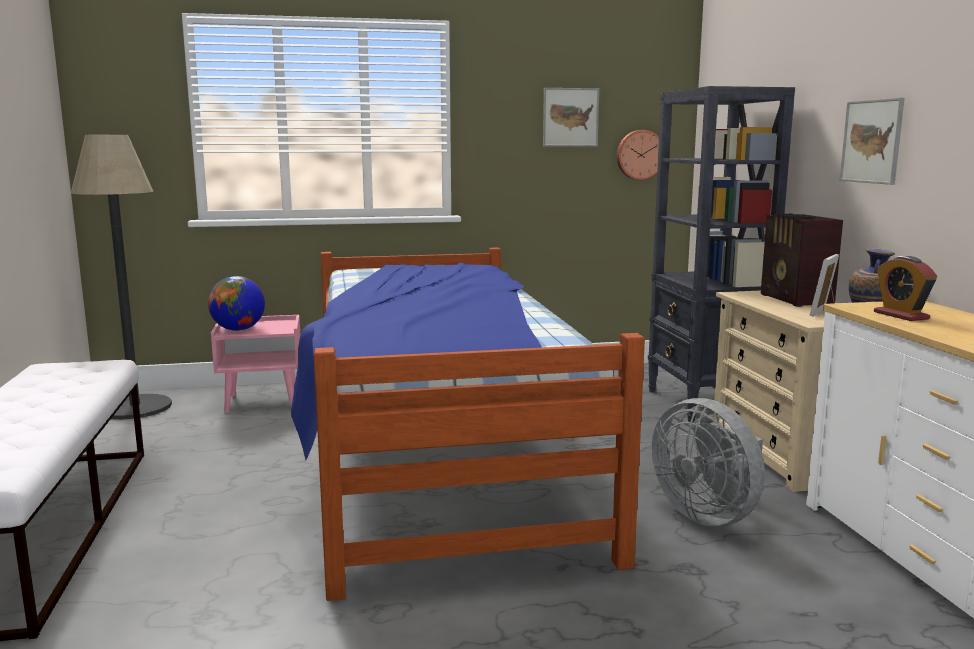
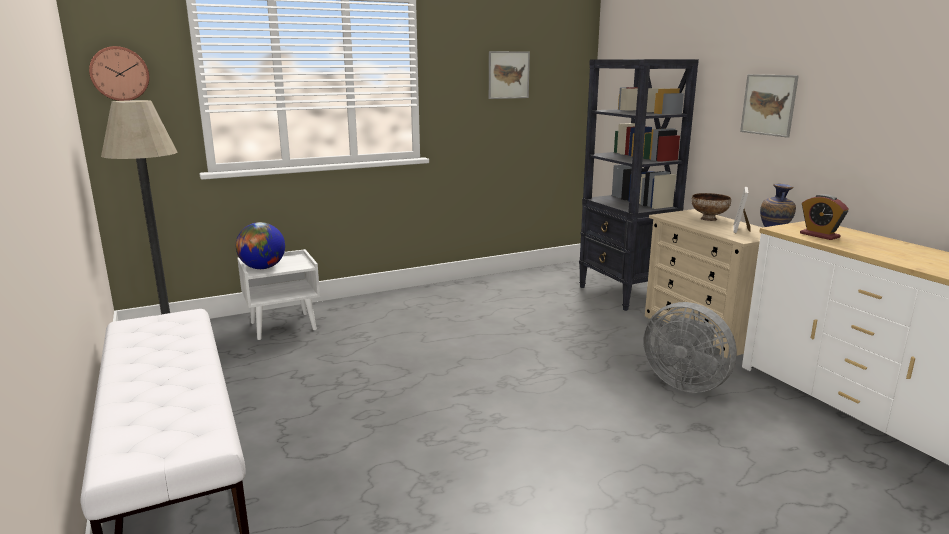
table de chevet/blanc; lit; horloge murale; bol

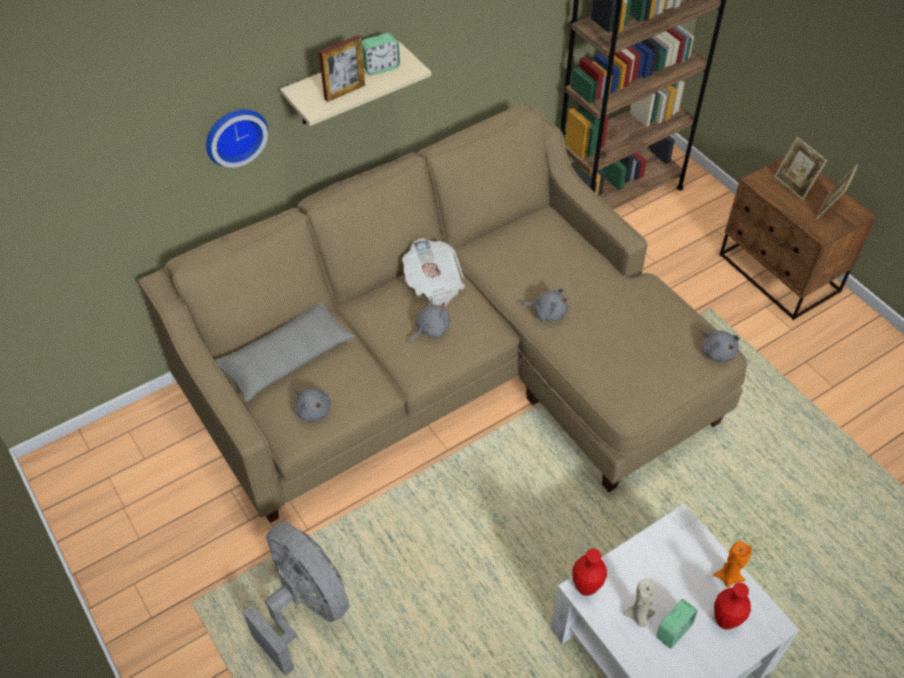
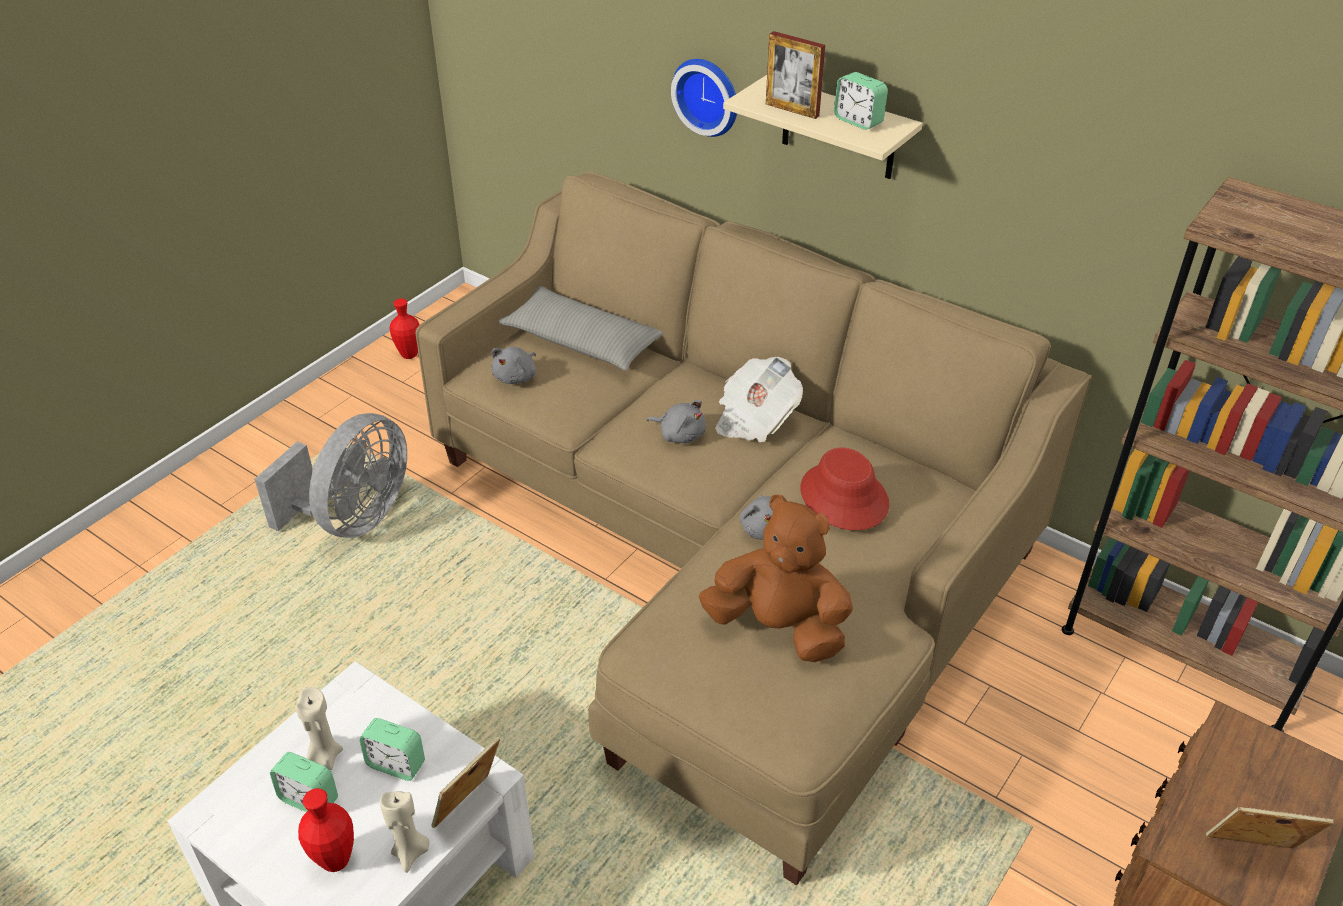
vase/rouge (no. 2 from left); peluche/gris (no. 4 from left in the first image); bougie/beige (no. 2 from left); cadre photo (no. 1 from left); réveil (no. 2 from left); peluche/marron; chapeau/rouge

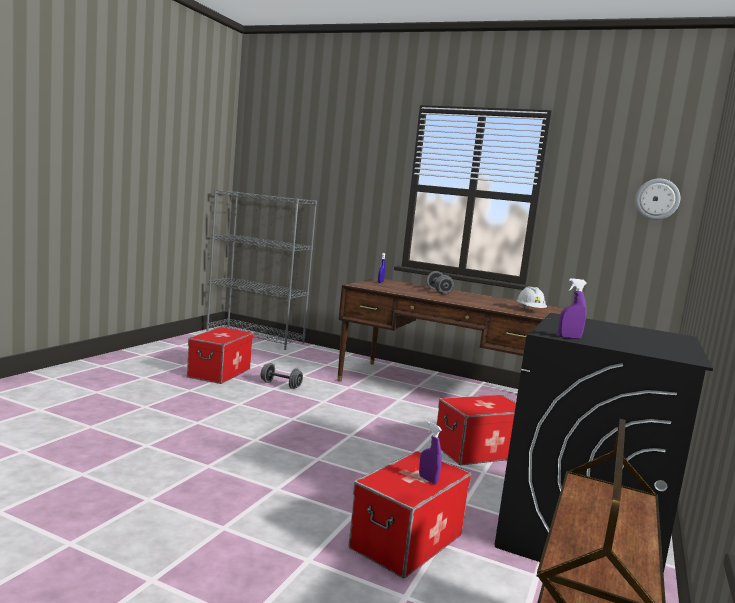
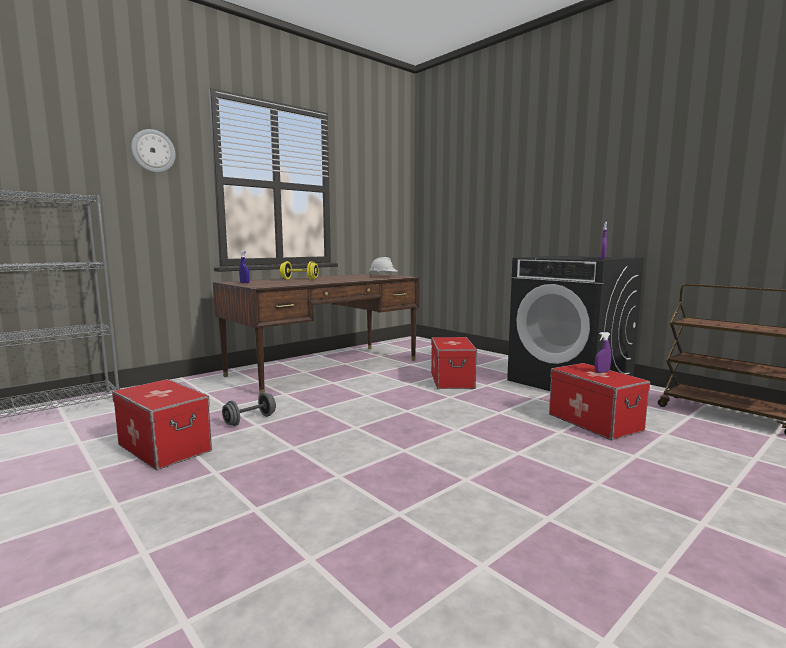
haltère/jaune; horloge murale

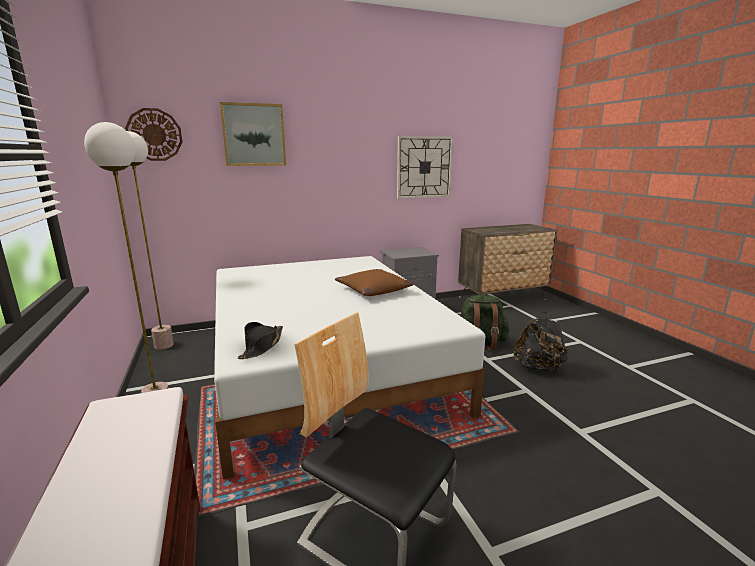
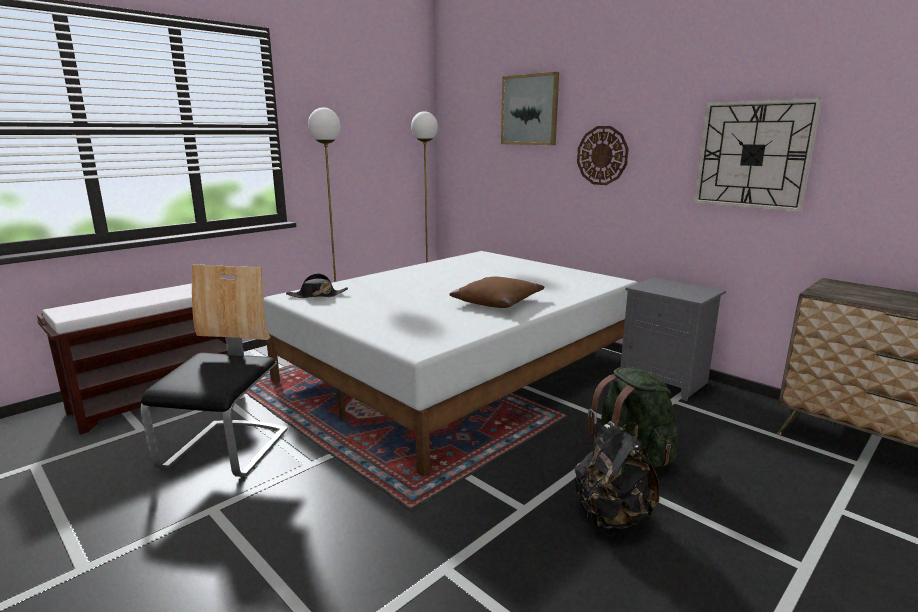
horloge murale (no. 1 from left)

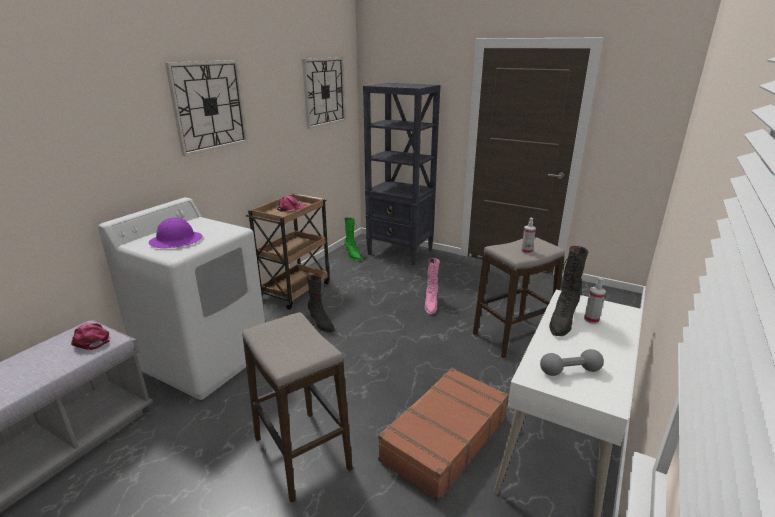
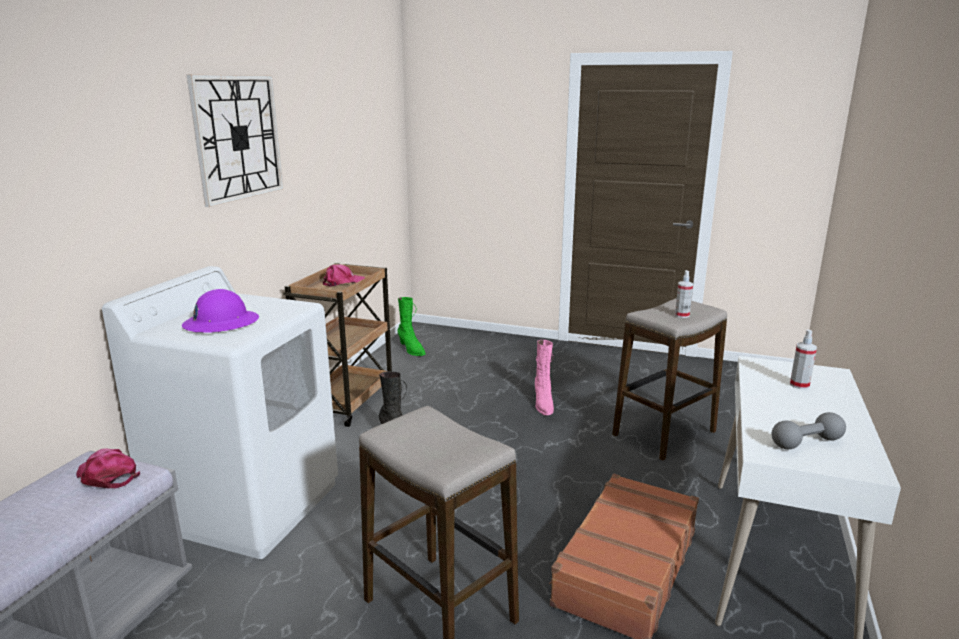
horloge murale (no. 2 from left in the first image); bibliothèque/noir; botte/noir (no. 2 from left in the first image)

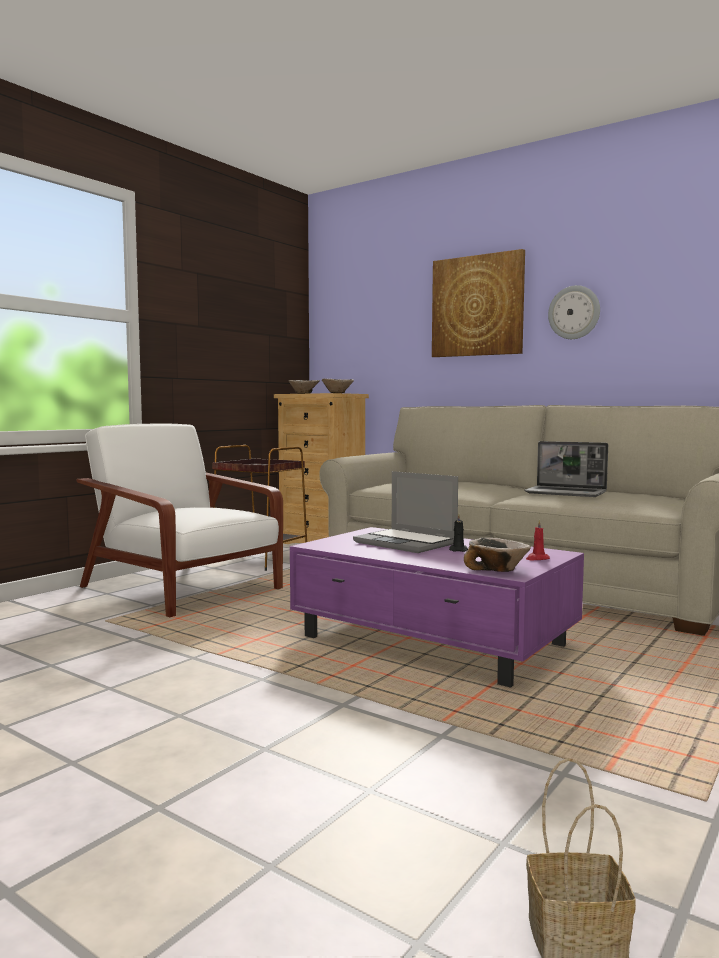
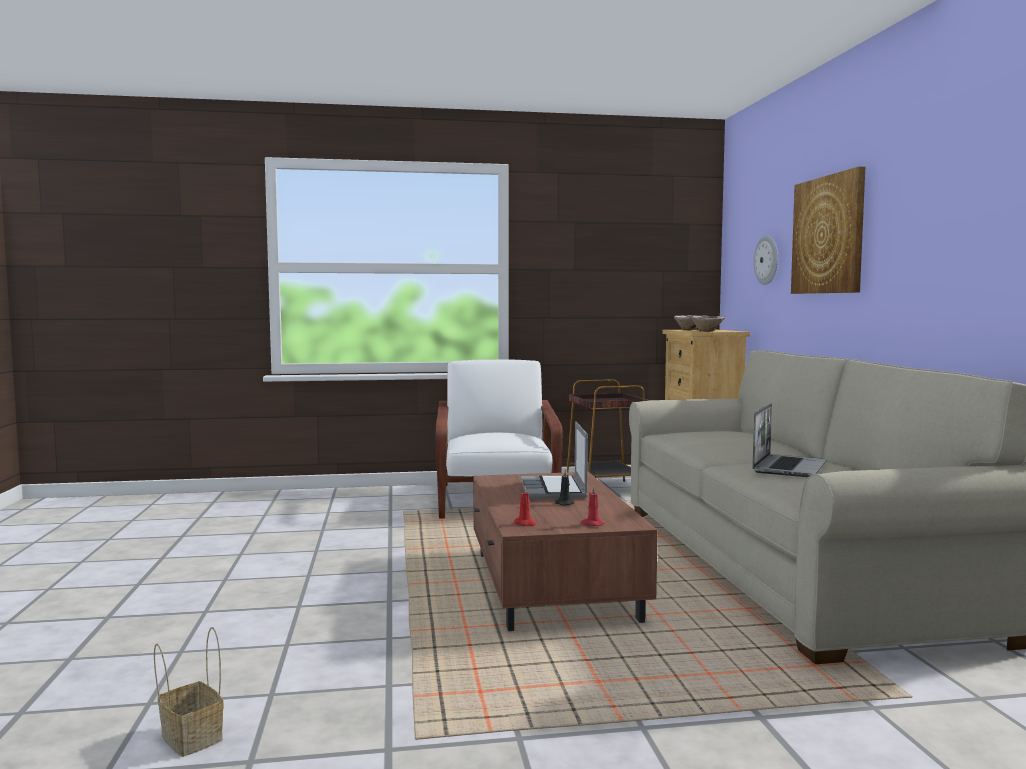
table basse/marron; bougie/rouge (no. 1 from left); ordinateur portable (no. 2 from left); horloge murale

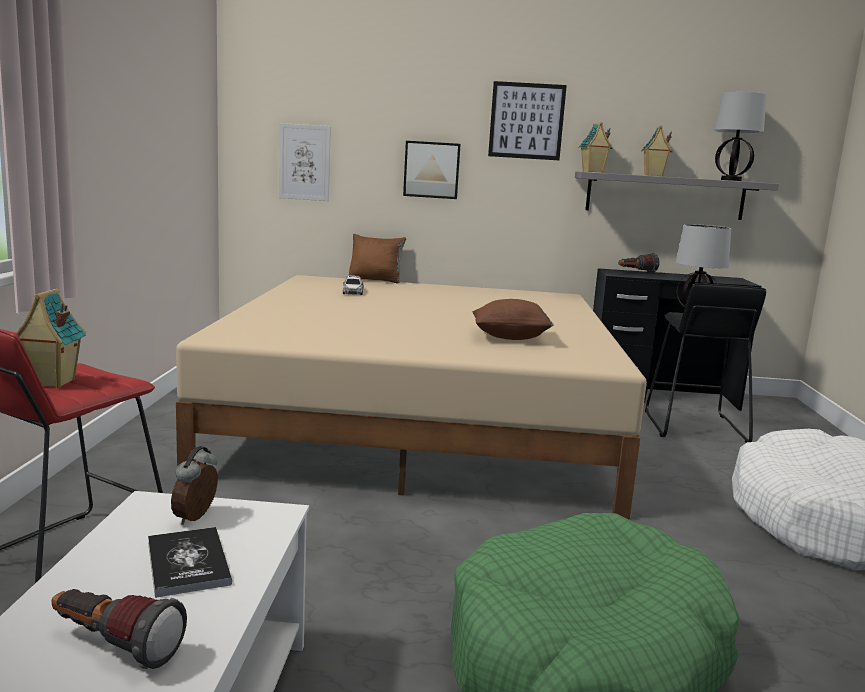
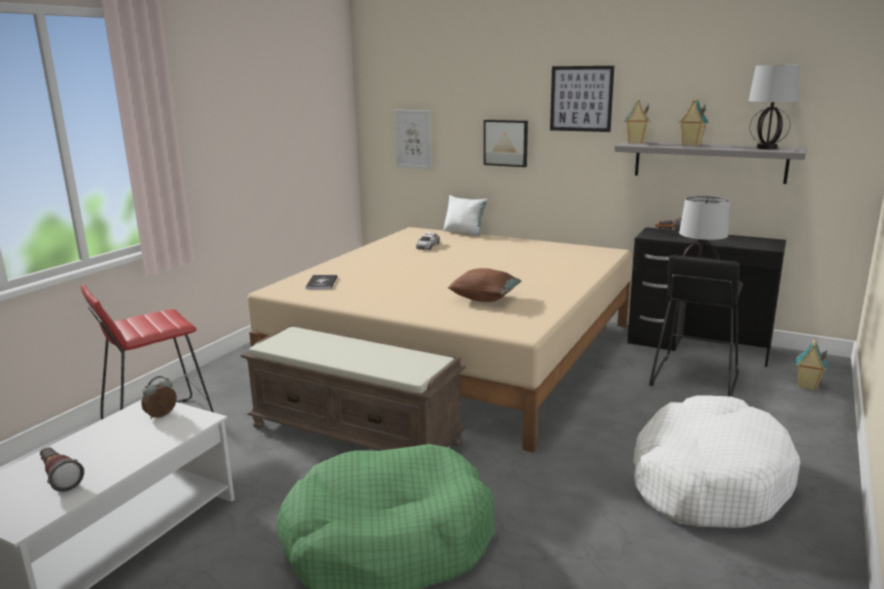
maison miniature (no. 3 from left); livre; coussin/blanc; banc/marron

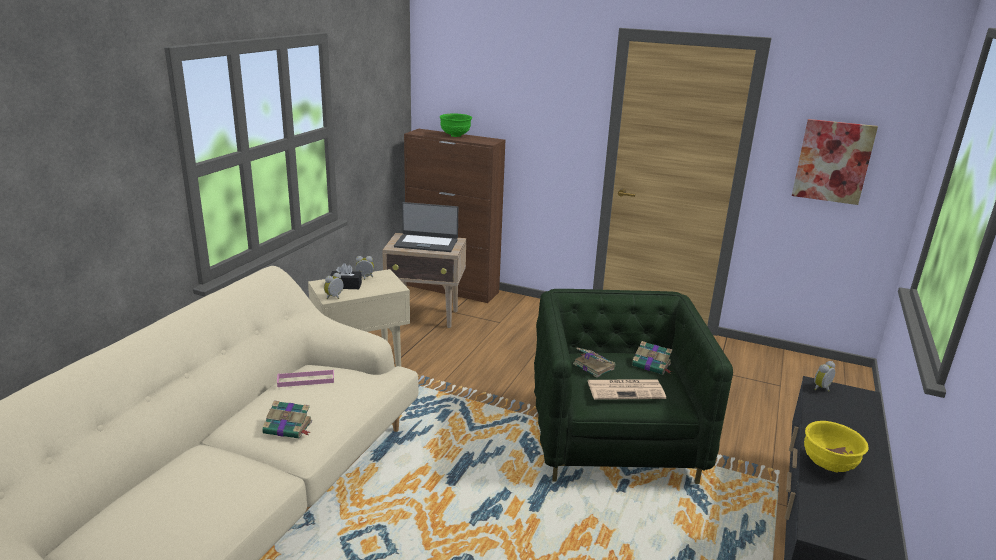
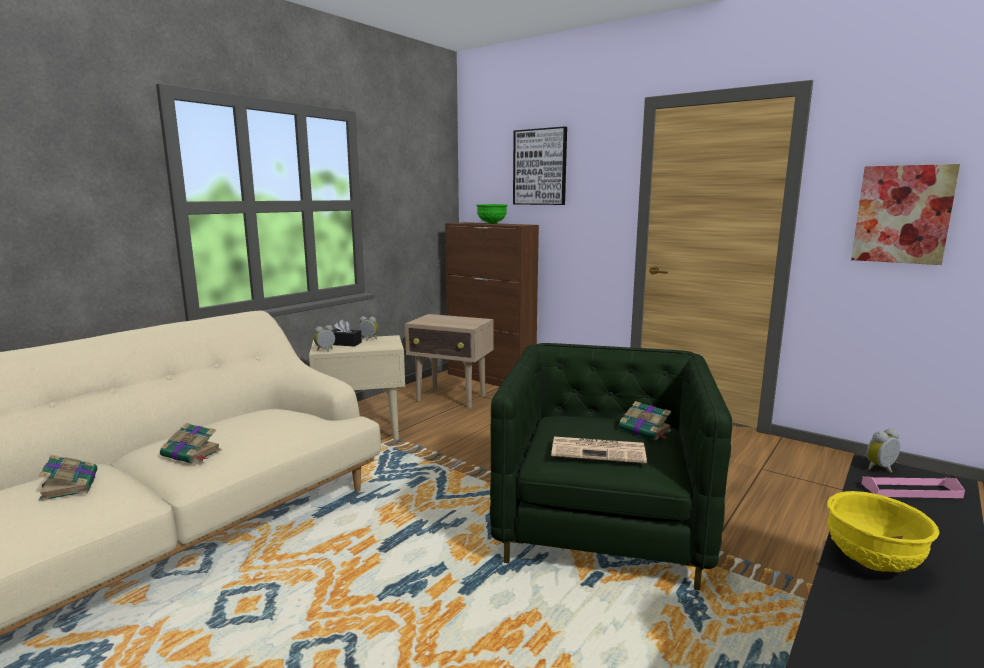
plateau/rose; ordinateur portable; livre (no. 1 from left); tableau (no. 1 from left)

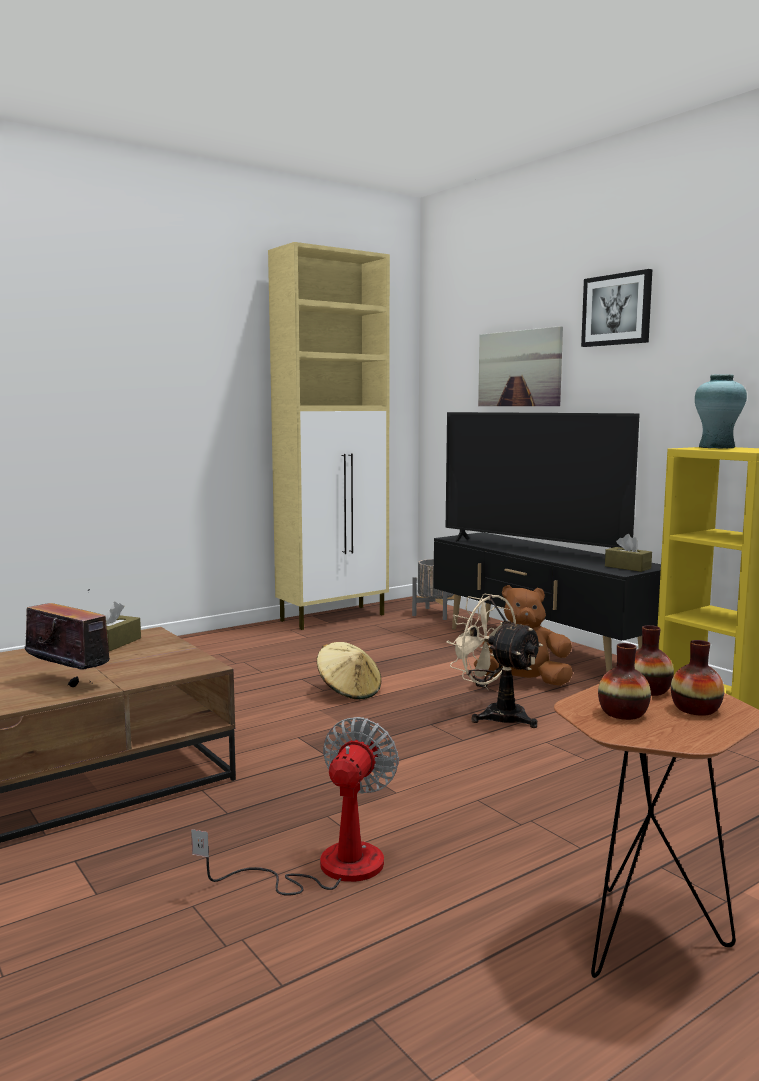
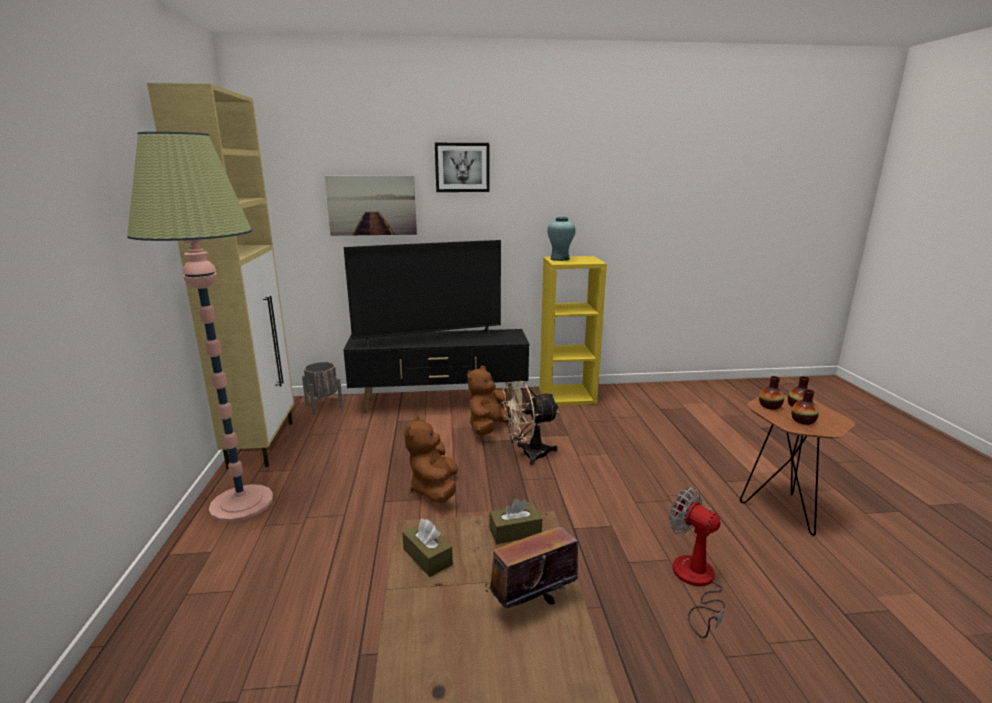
peluche/marron (no. 1 from left); boîte à mouchoirs/marron (no. 2 from left); lampadaire

